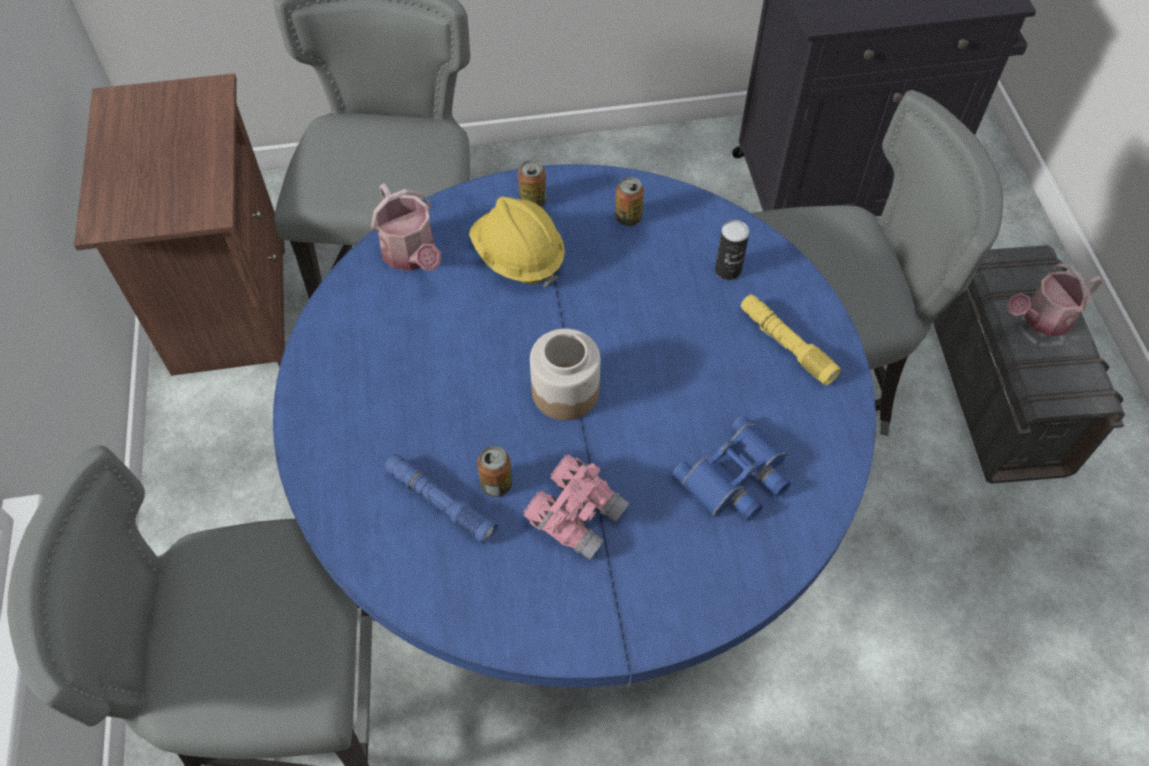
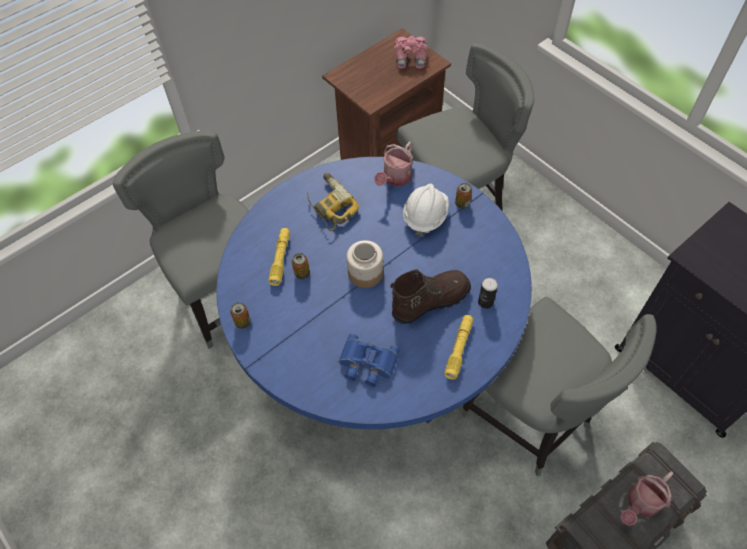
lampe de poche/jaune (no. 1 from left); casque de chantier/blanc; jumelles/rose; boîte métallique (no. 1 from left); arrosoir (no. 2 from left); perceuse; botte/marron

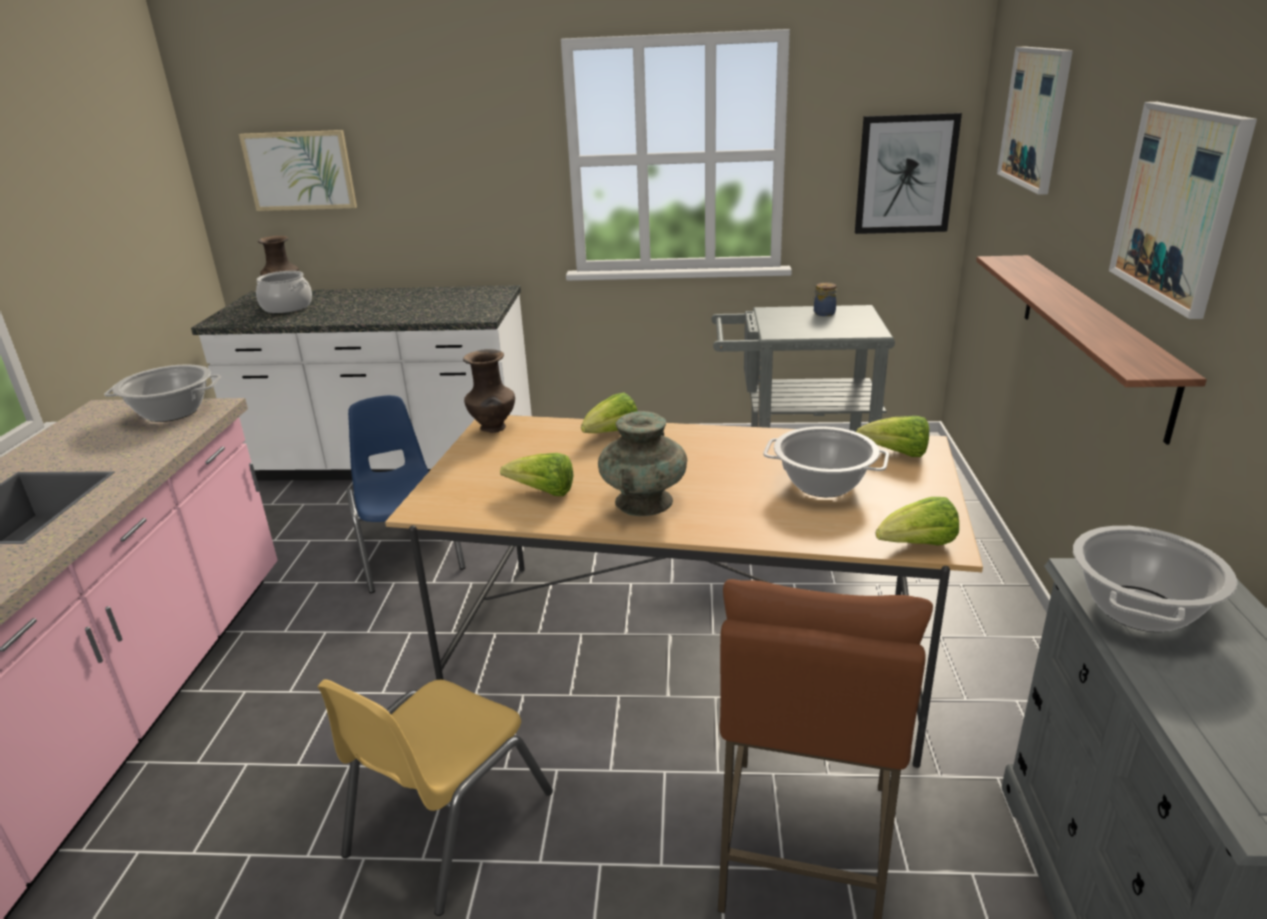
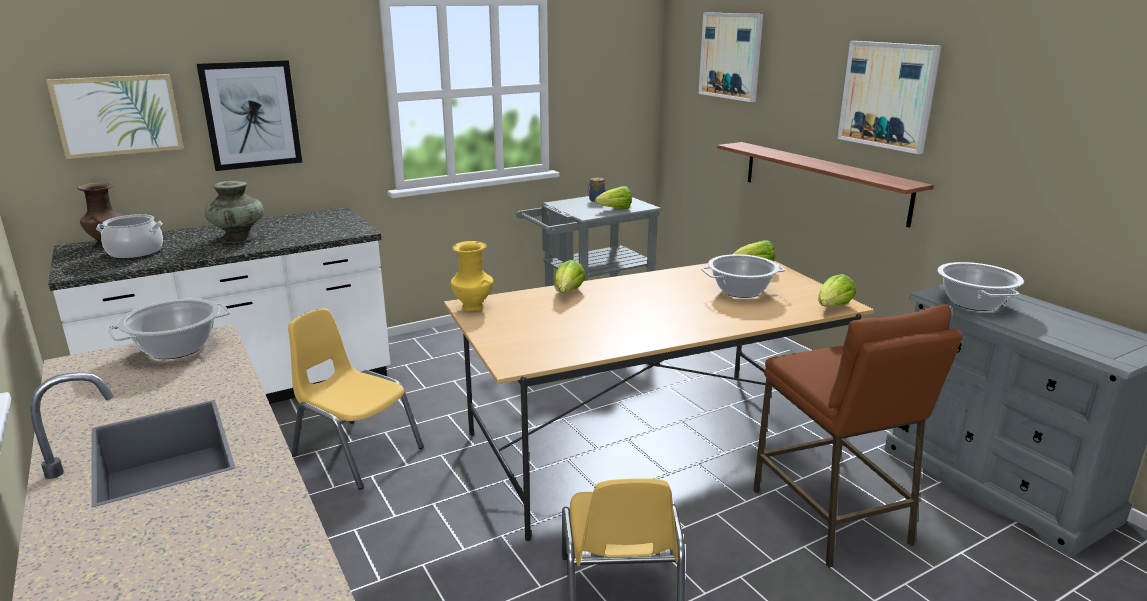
chaise/jaune (no. 1 from left); vase/jaune; laitue (no. 2 from left); vase/turquoise; tableau (no. 2 from left)

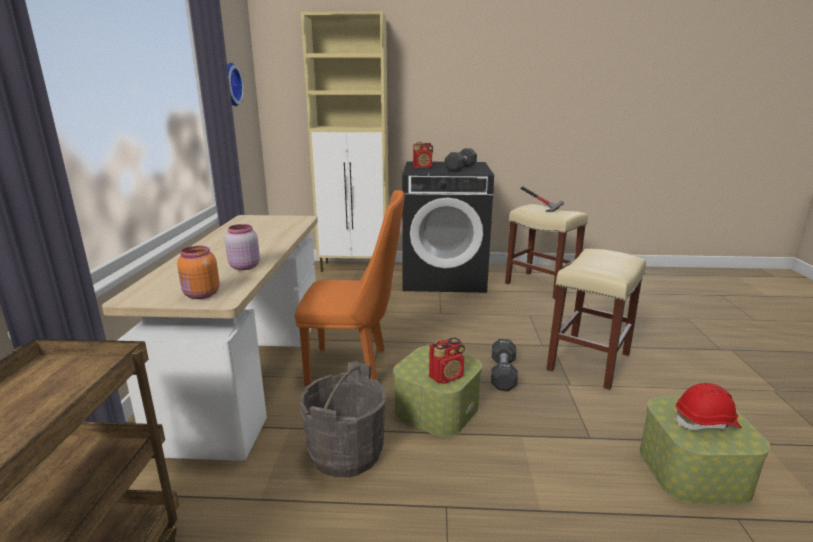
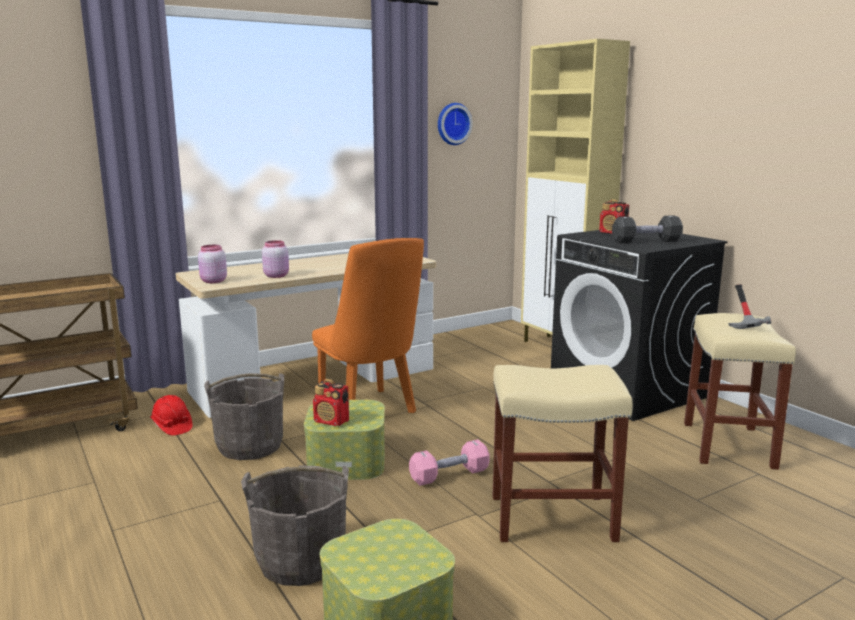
bocal/rose (no. 1 from left); haltère/rose; casque de chantier/rouge; seau/gris (no. 2 from left)

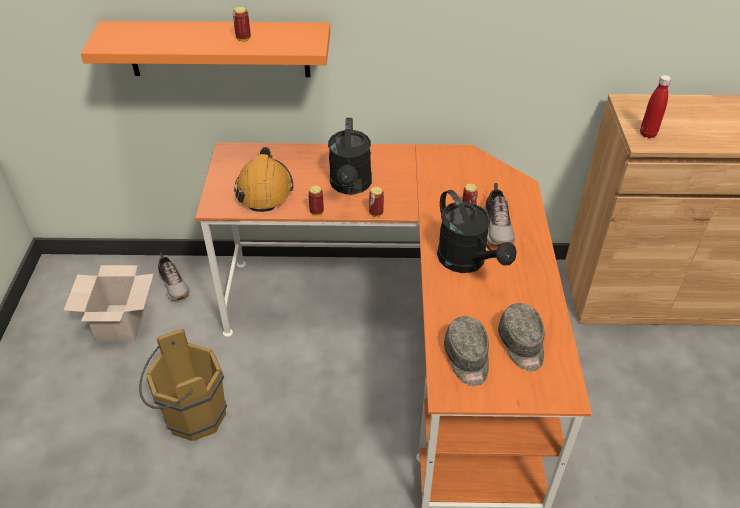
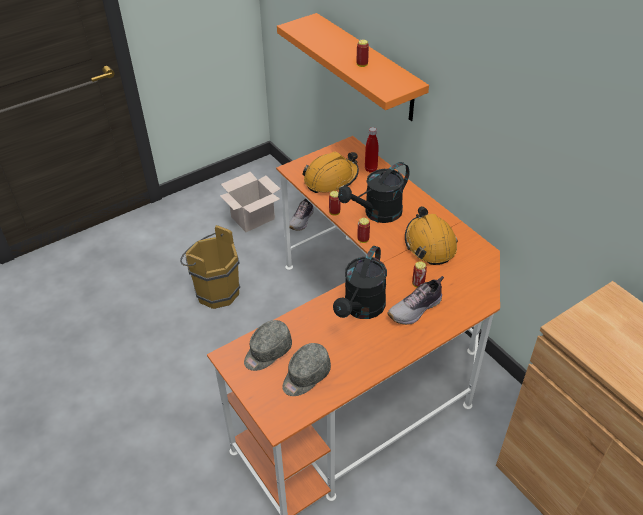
bouteille/rouge; casque de chantier/orange (no. 2 from left)

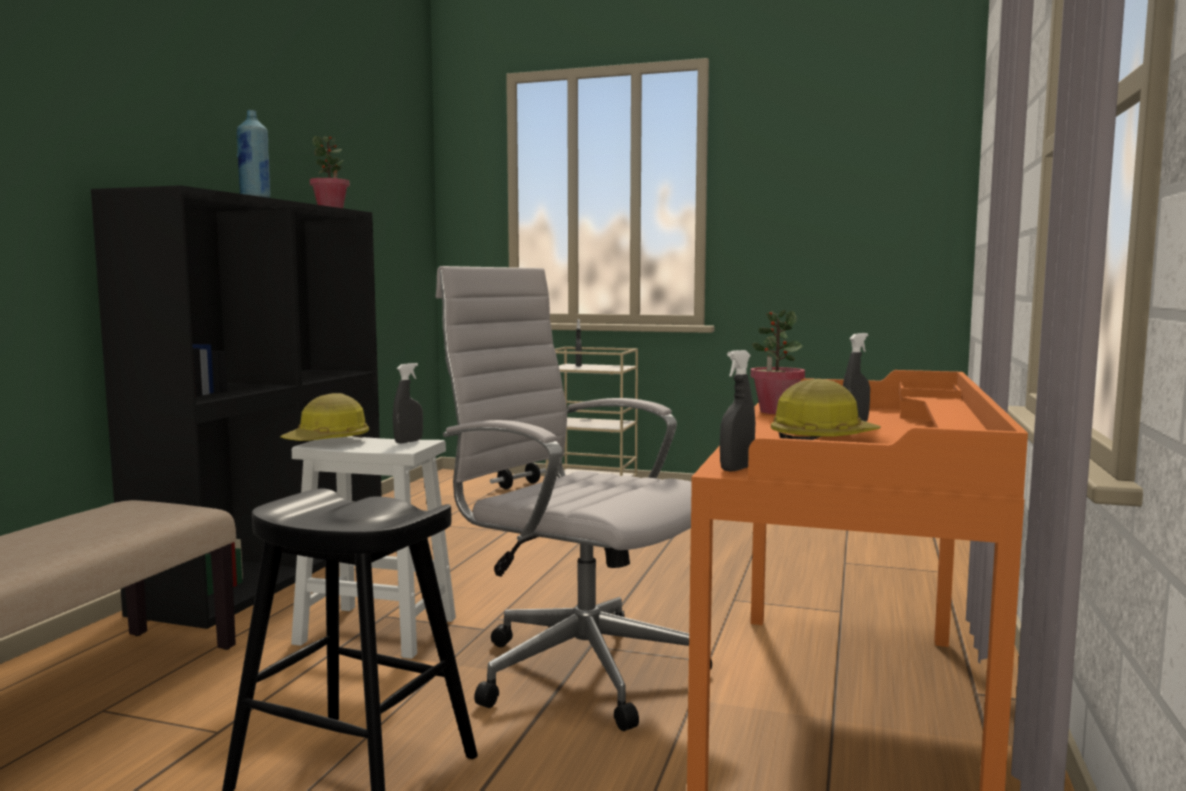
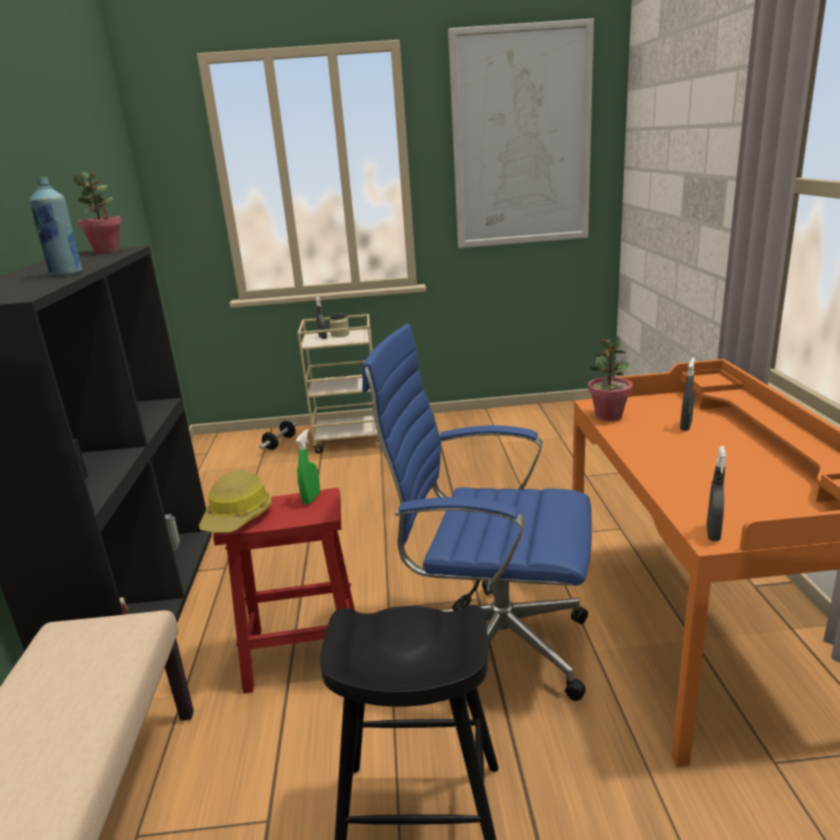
tabouret/rouge; vaporisateur/vert; chaise de bureau/bleu; casque de chantier (no. 2 from left in the first image); bocal; tableau

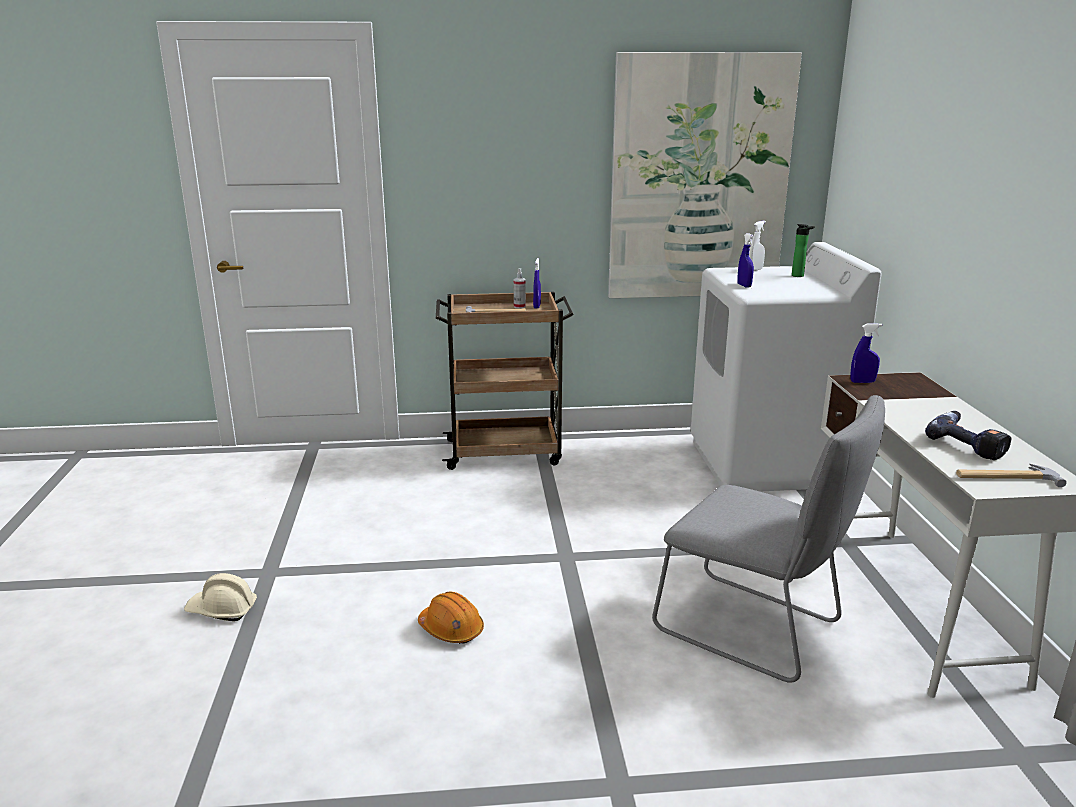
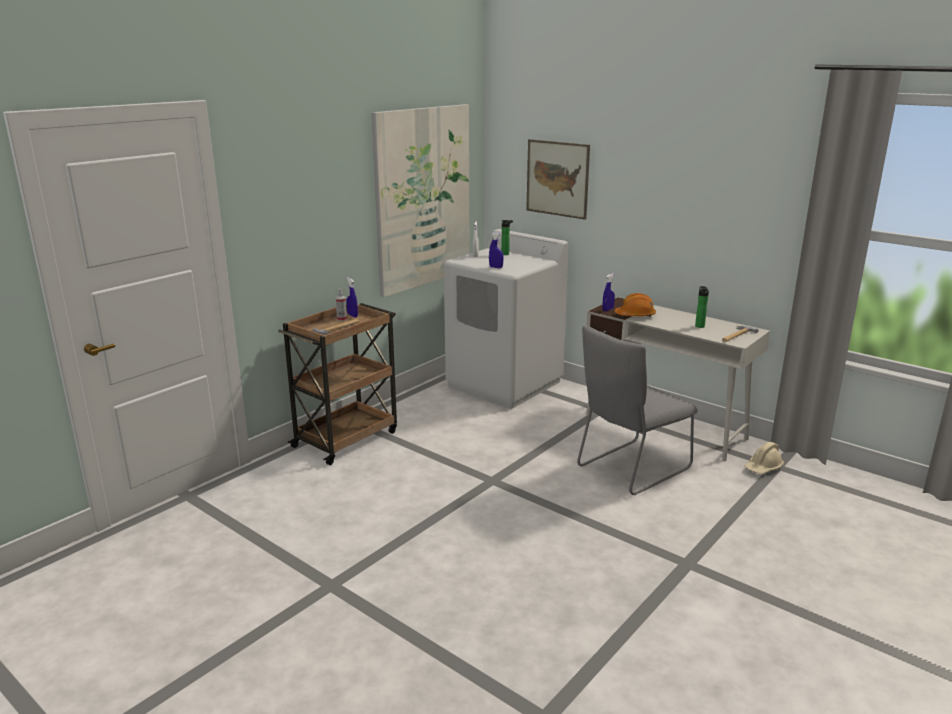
casque de chantier/beige; casque de chantier/orange; chaise/gris; bouteille (no. 2 from left); tableau (no. 2 from left)

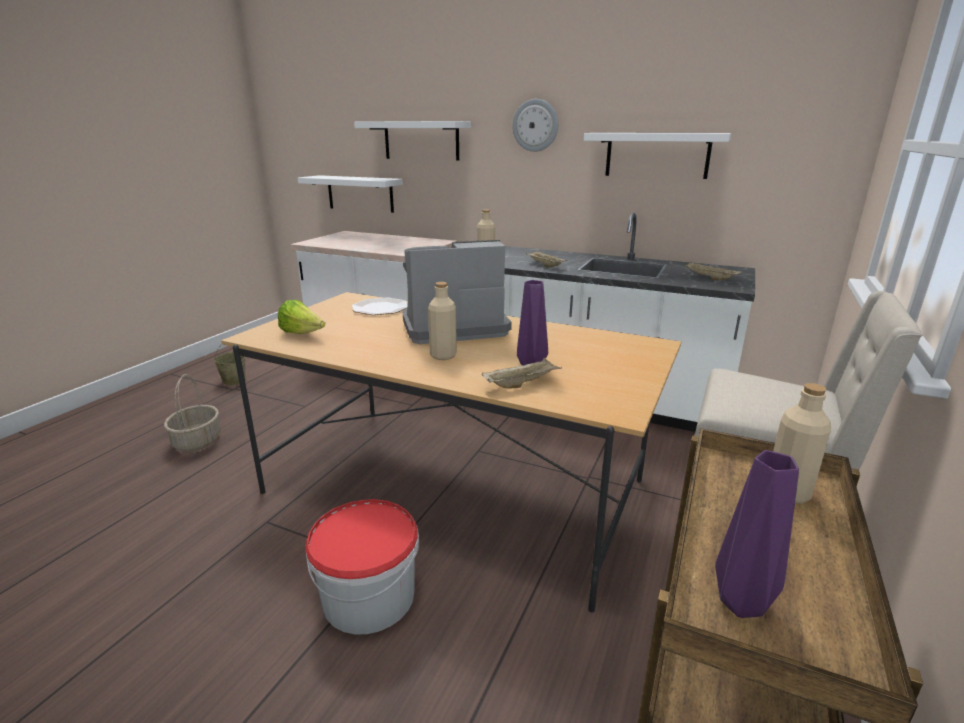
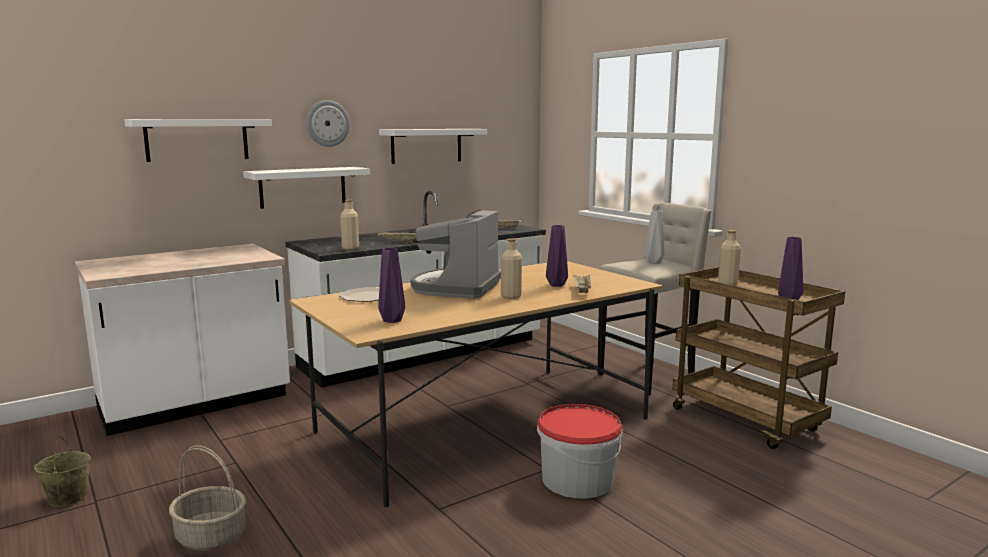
vase/violet (no. 1 from left); étagère/blanc (no. 2 from left); vase/gris

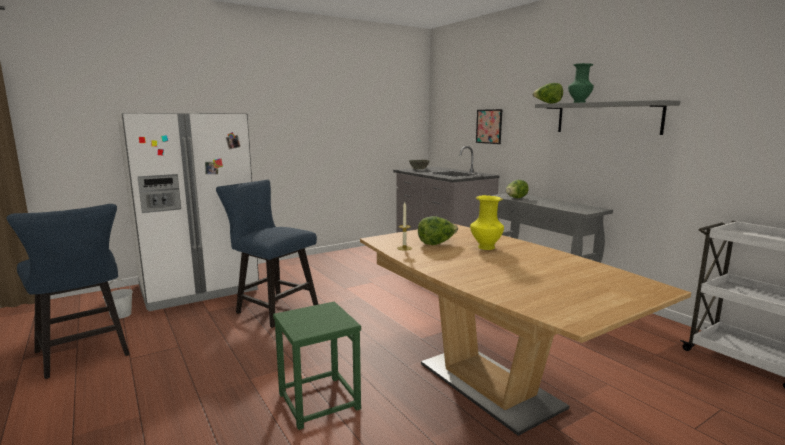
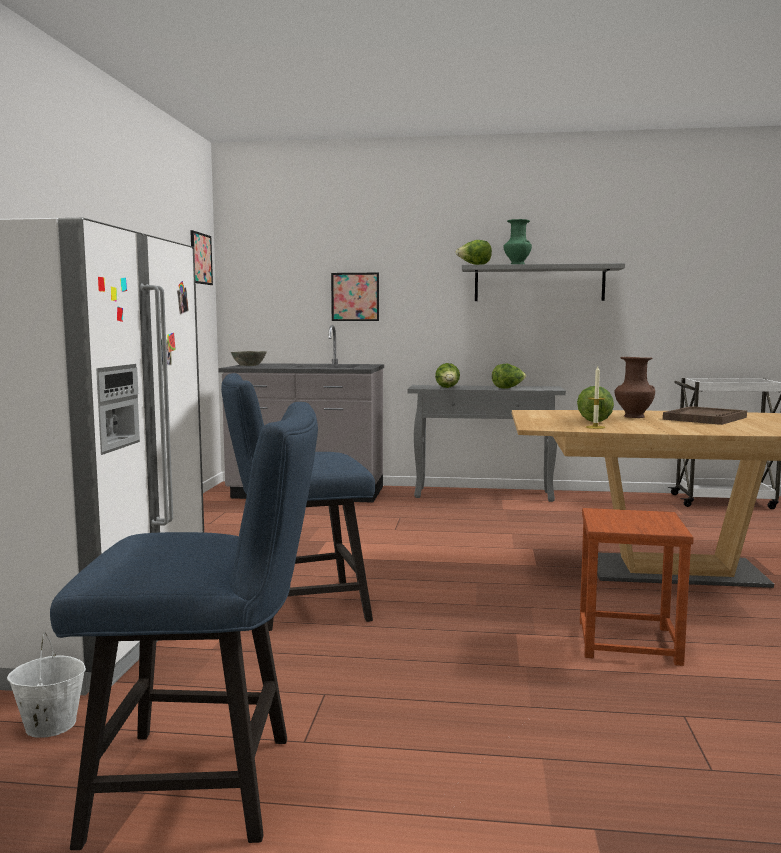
tabouret/marron; vase/marron; tableau (no. 1 from left); laitue (no. 3 from left); plateau/marron

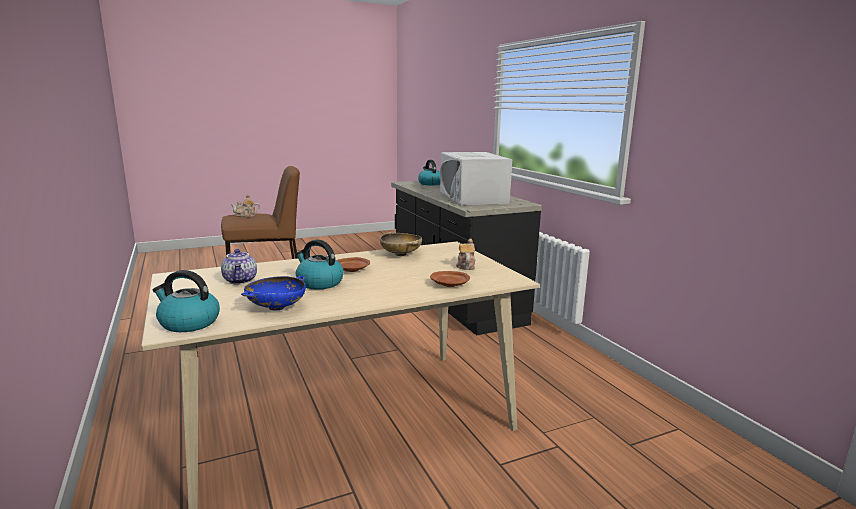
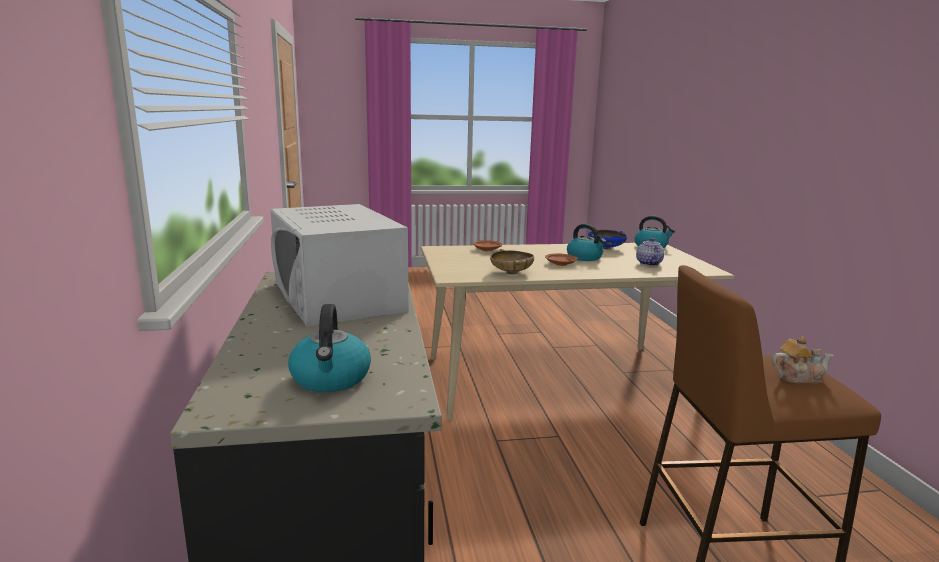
micro-ondes/blanc; théière (no. 3 from left in the first image)

